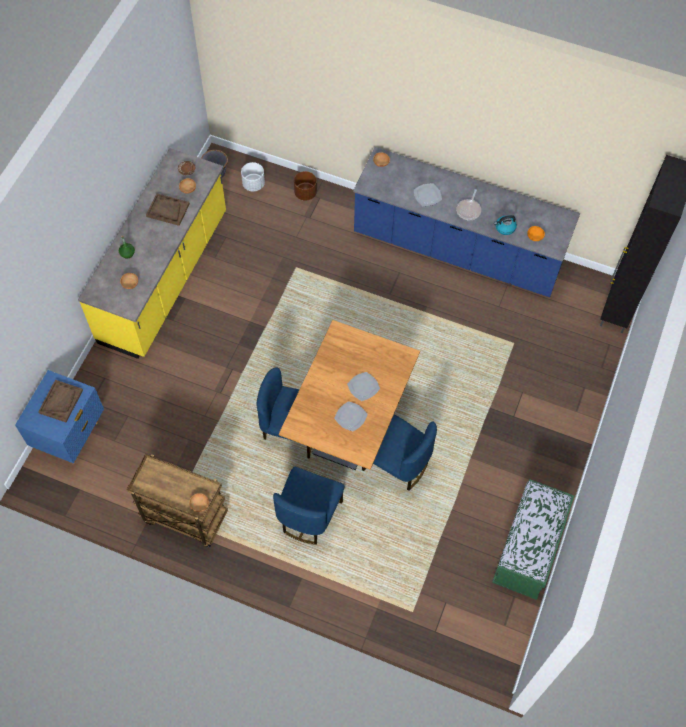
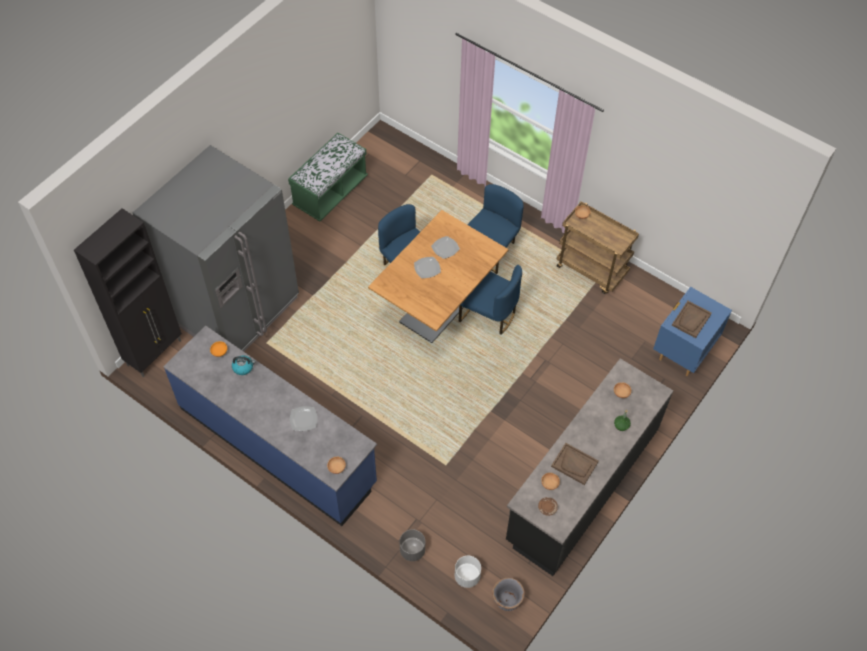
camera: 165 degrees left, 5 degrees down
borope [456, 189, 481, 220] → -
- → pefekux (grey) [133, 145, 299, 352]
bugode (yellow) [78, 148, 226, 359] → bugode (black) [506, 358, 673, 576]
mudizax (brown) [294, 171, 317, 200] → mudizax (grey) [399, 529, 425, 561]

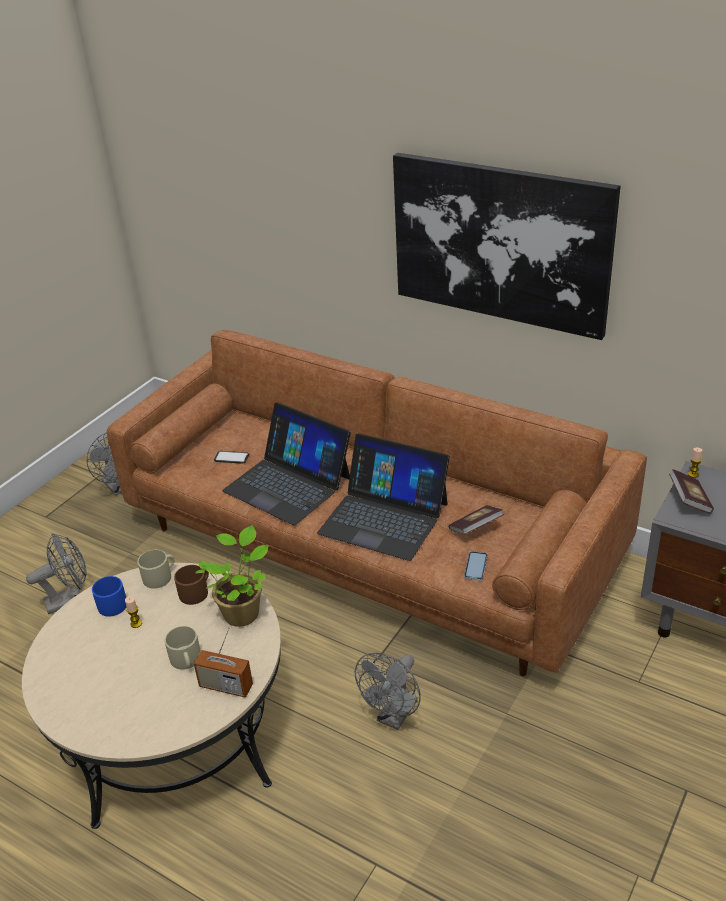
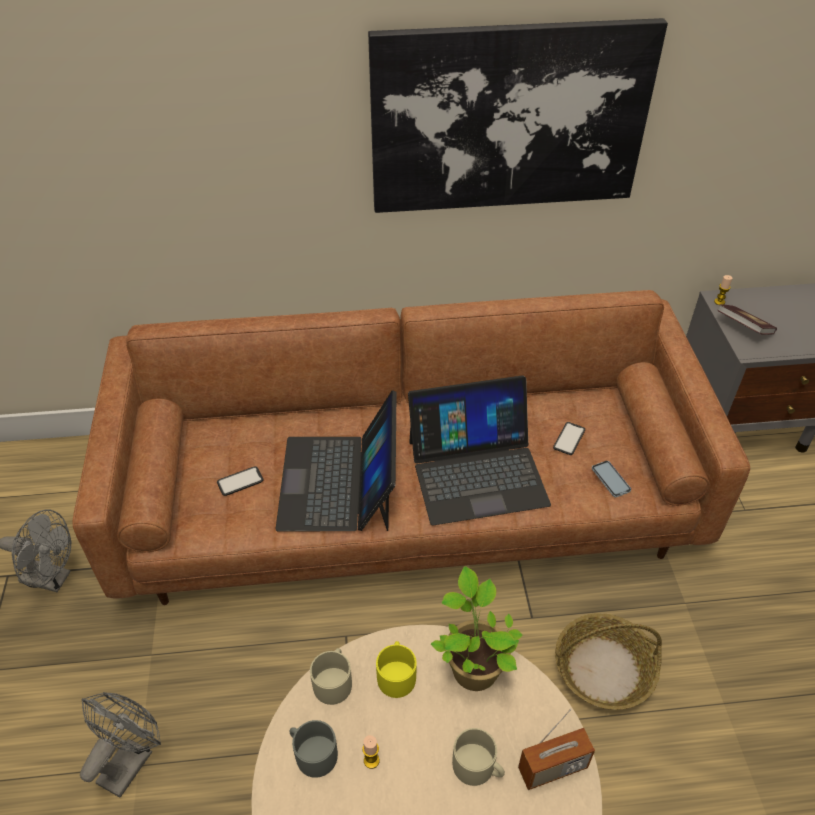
camera: 40 degrees left, 10 degrees up
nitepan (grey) [355, 653, 421, 730] → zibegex [555, 613, 662, 710]
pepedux [448, 505, 504, 535] → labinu [553, 422, 585, 455]
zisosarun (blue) [92, 576, 127, 617] → zisosarun (grey) [289, 720, 338, 778]
zisosarun (brown) [174, 565, 209, 605] → zisosarun (yellow) [376, 641, 417, 698]
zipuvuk [222, 402, 351, 526] → zipuvuk [276, 390, 397, 531], 90 degrees clockwise

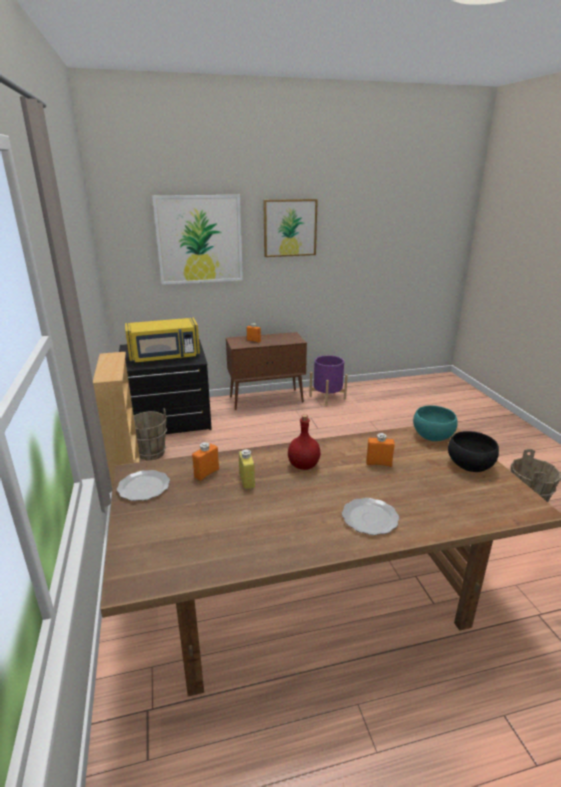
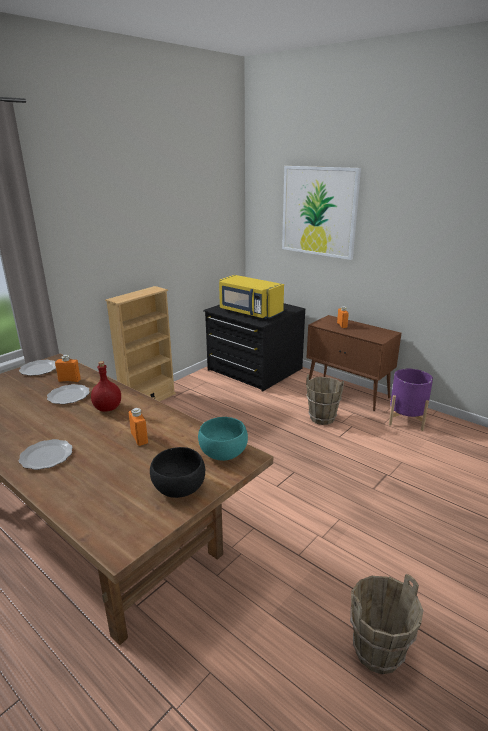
camera: 55 degrees right, 0 degrees up
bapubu [263, 199, 318, 257] → -
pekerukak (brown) [134, 408, 167, 461] → pekerukak (brown) [306, 374, 344, 425], moved
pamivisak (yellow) [239, 449, 255, 489] → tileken [47, 384, 90, 404]

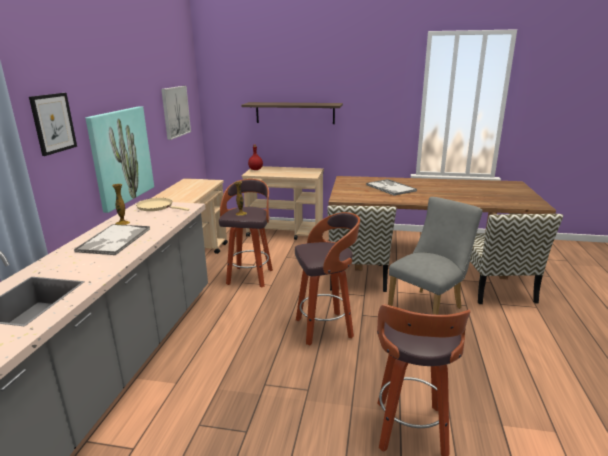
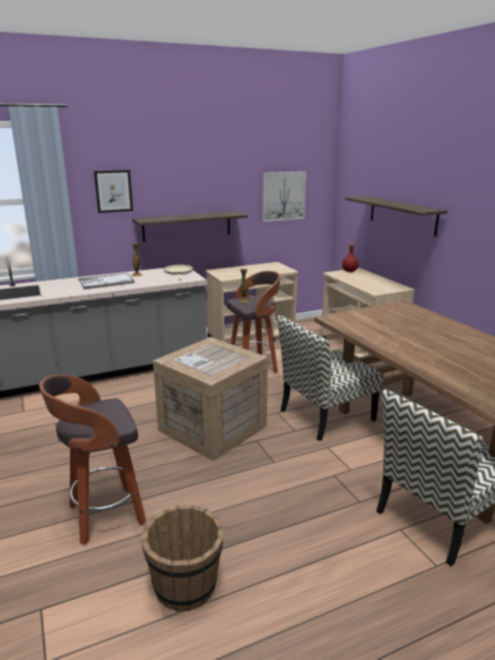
camera: 55 degrees right, 0 degrees up
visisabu [366, 179, 417, 196] → -
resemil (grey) [388, 197, 483, 315] → -
- → pekerukak (brown) [141, 505, 223, 612]
bapubu [85, 106, 154, 213] → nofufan [132, 211, 248, 242]
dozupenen [295, 212, 360, 345] → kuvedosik [153, 337, 268, 461]

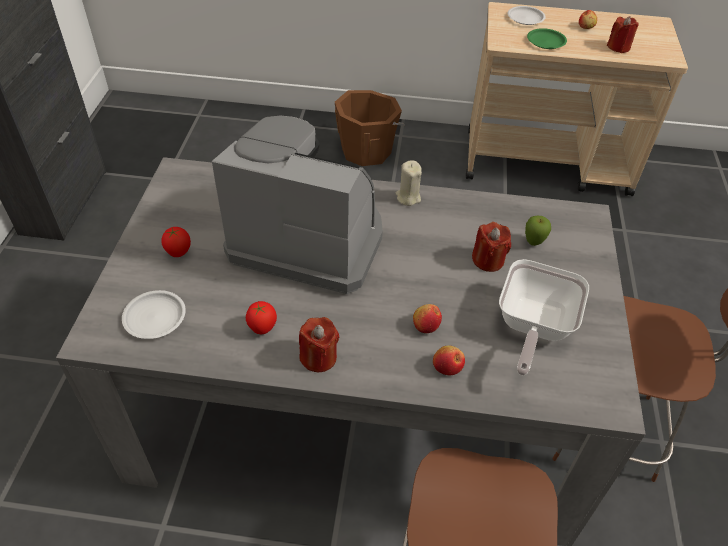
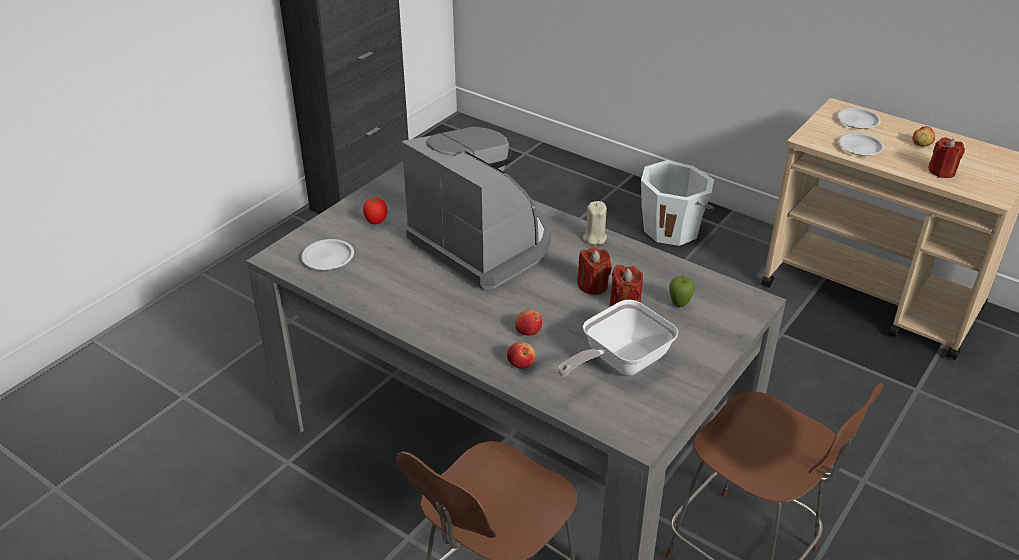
camera: 30 degrees right, 10 degrees down
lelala [246, 301, 277, 334] → -
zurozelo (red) [299, 317, 339, 372] → zurozelo (red) [577, 247, 612, 294], moved
pekerukak (brown) [335, 90, 405, 166] → pekerukak (white) [641, 160, 714, 246]
tileken (green) [527, 28, 567, 49] → tileken (white) [838, 133, 884, 156]

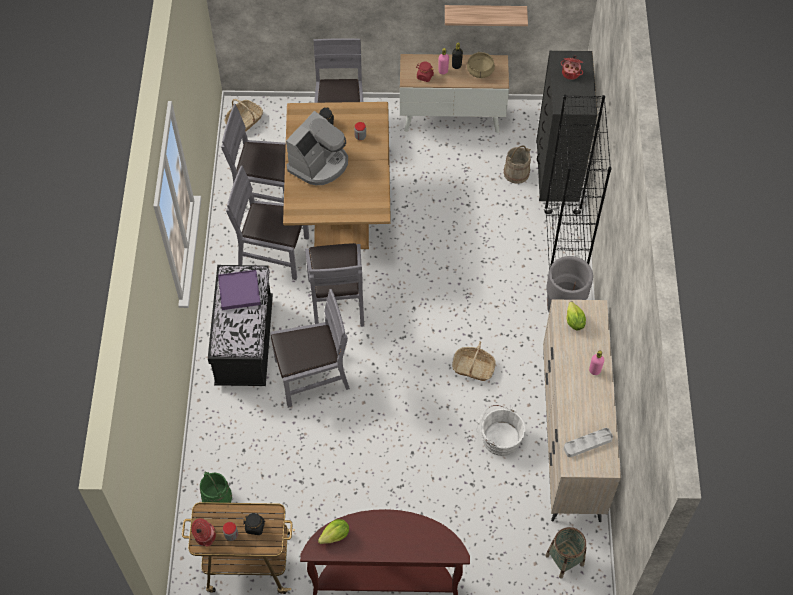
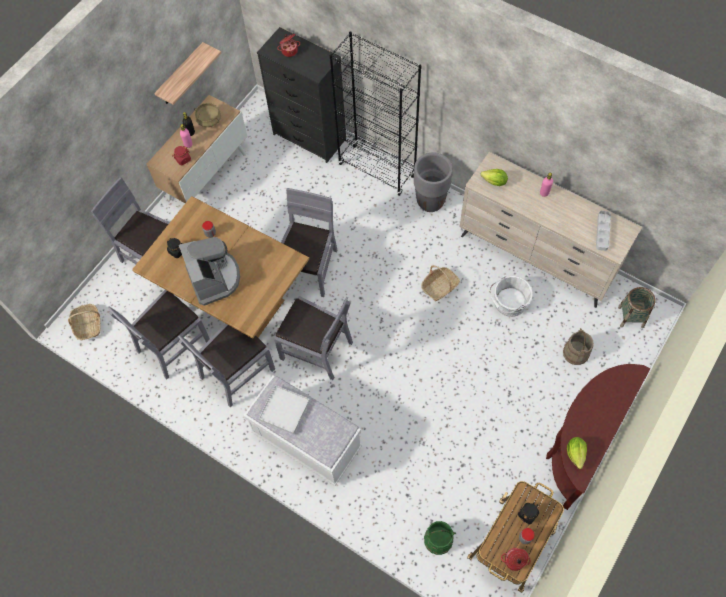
camera: 55 degrees left, 5 degrees up
resemil (grey) [270, 289, 350, 408] → resemil (grey) [281, 188, 337, 297], moved
pekerukak (beige) [504, 146, 531, 184] → pekerukak (beige) [563, 328, 594, 365], moved
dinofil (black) [208, 265, 273, 386] → dinofil (white) [243, 375, 362, 486]
visisabu (purple) [218, 270, 261, 310] → visisabu (white) [259, 385, 310, 434]

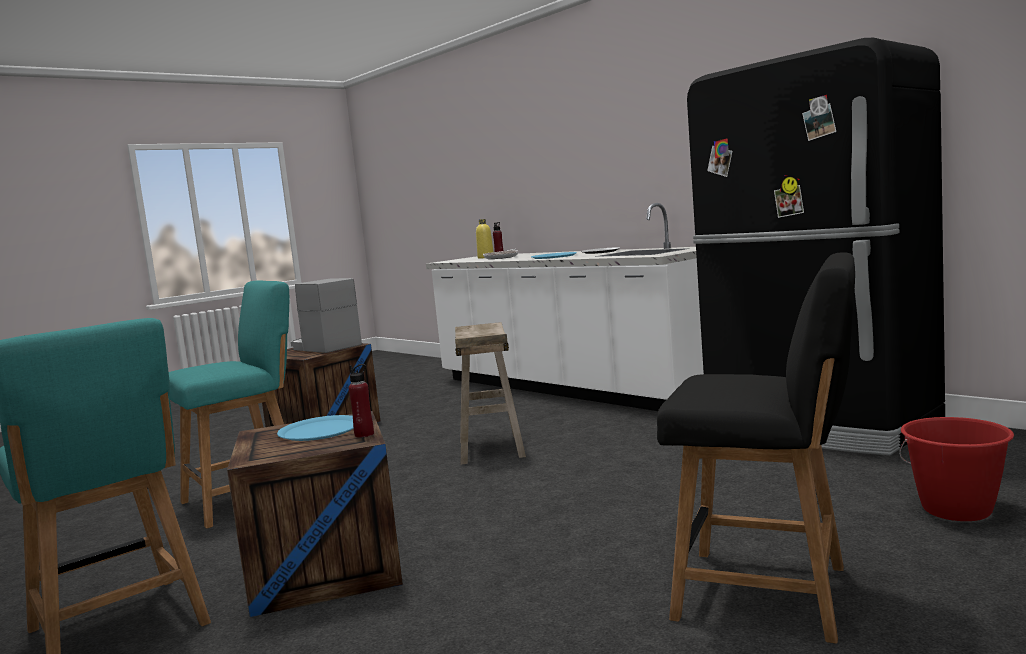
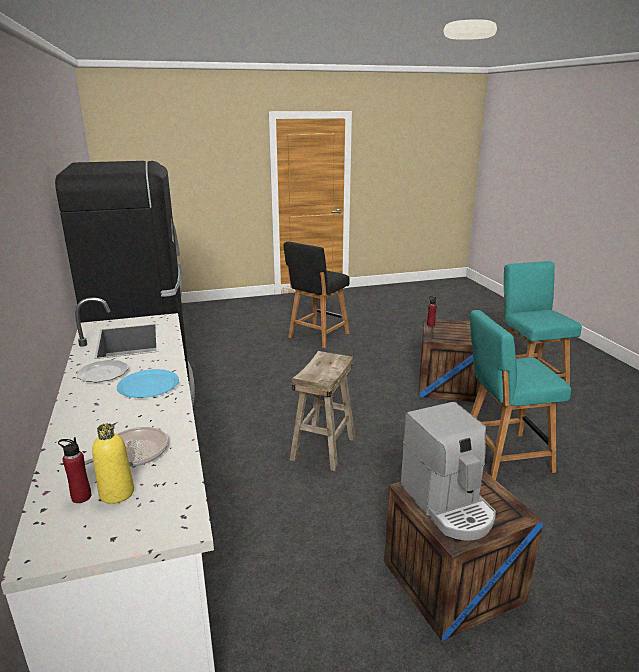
camera: 155 degrees left, 15 degrees up
tileken (blue) [277, 415, 353, 441] → -
pekerukak (red) [899, 417, 1014, 521] → -
resemil (black) [657, 252, 855, 644] → resemil (black) [284, 242, 350, 348], 105 degrees counterclockwise

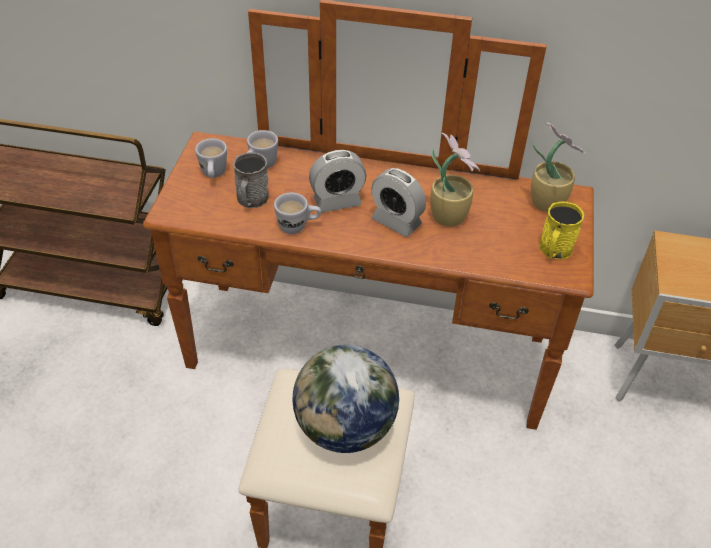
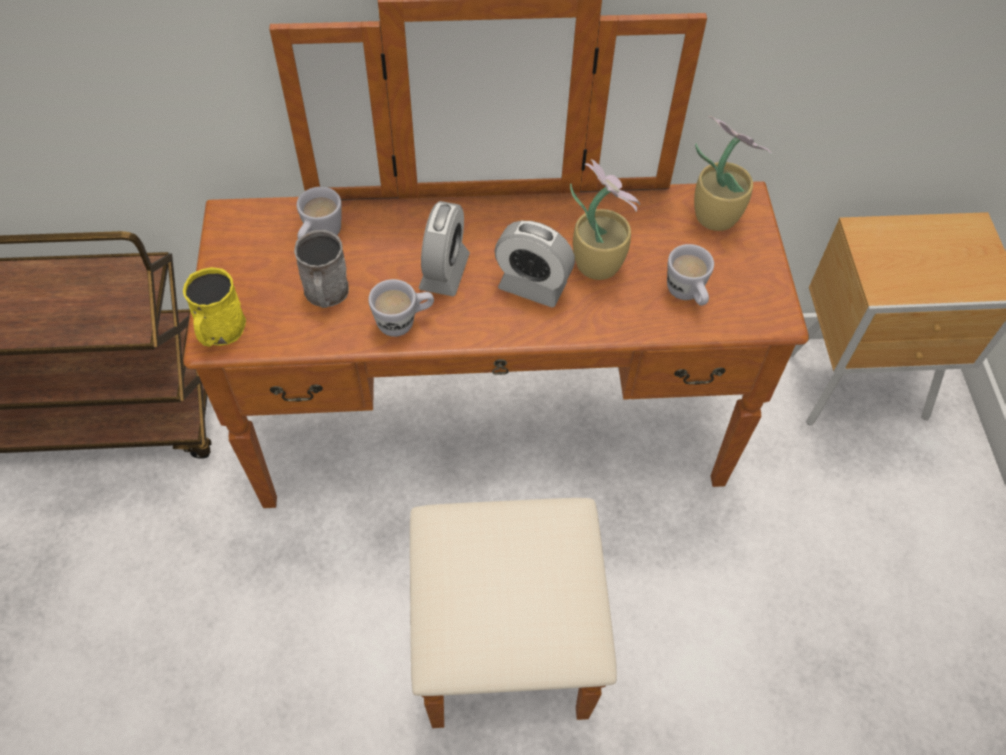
camera: 15 degrees left, 10 degrees up
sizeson [293, 345, 399, 453] → -
zisosarun (white) [195, 138, 227, 178] → zisosarun (white) [667, 244, 714, 306], moved
zisosarun (yellow) [539, 202, 584, 260] → zisosarun (yellow) [183, 267, 246, 347], moved
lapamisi [309, 150, 366, 213] → lapamisi [419, 201, 470, 296], 45 degrees counterclockwise

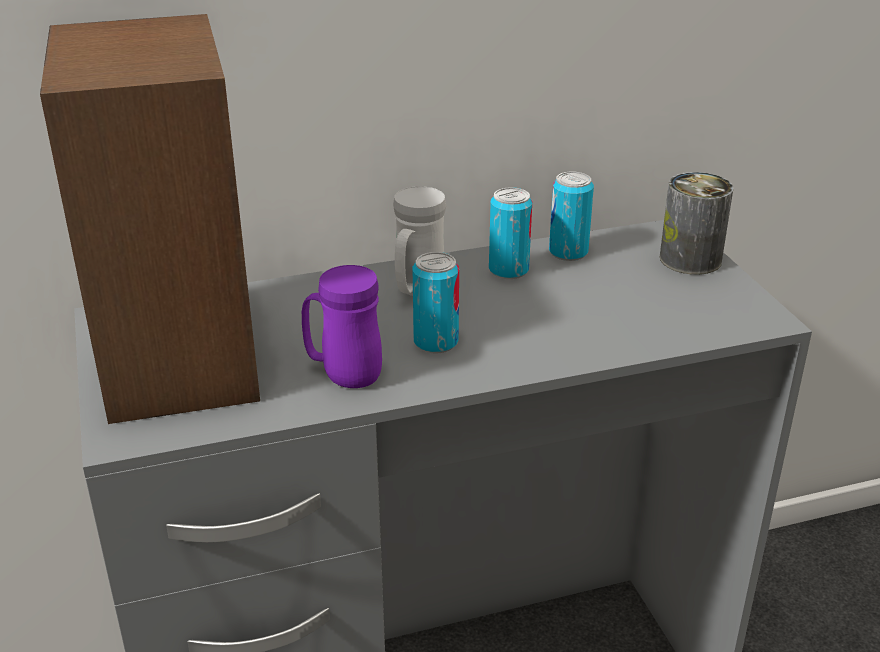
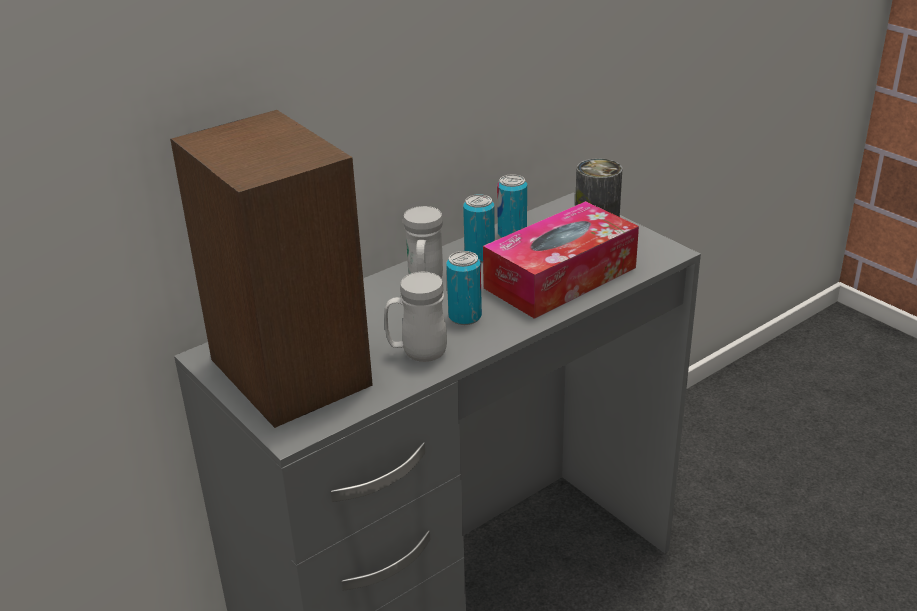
camera: 20 degrees left, 0 degrees up
- → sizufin [483, 201, 639, 319]
zisosarun (purple) [302, 265, 382, 388] → zisosarun (white) [384, 272, 447, 362]

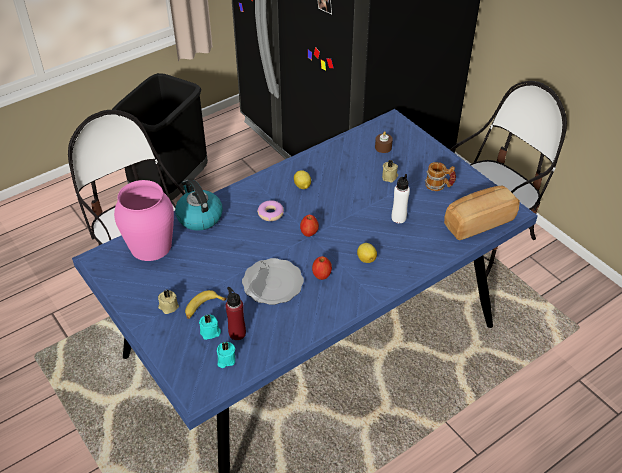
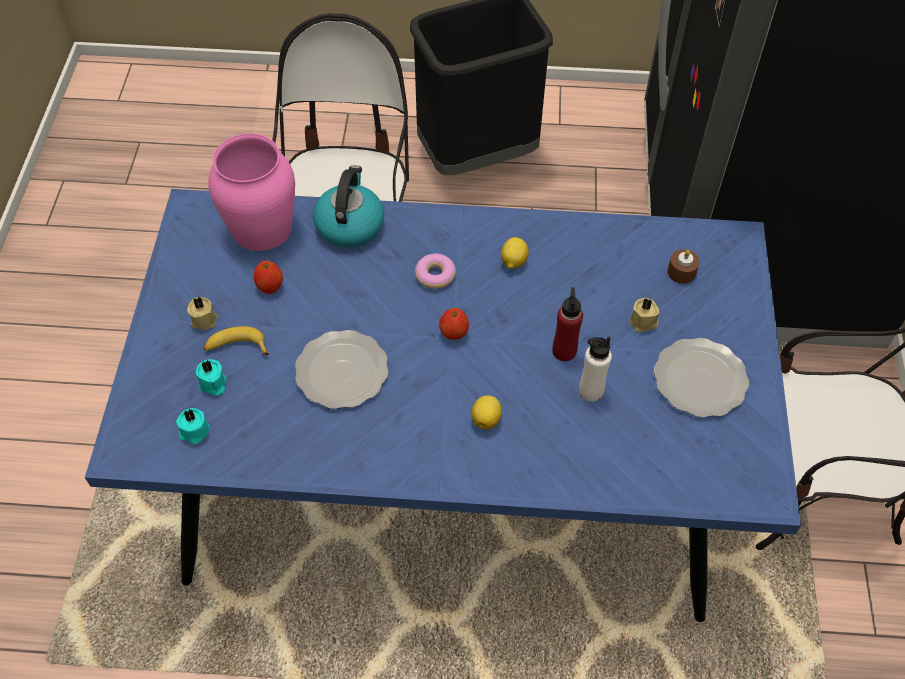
camera: 40 degrees right, 10 degrees up
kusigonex [444, 186, 520, 240] → -
pamivisak (red) [225, 287, 246, 340] → pamivisak (red) [552, 287, 583, 361], moved
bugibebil [312, 256, 332, 280] → bugibebil [254, 260, 283, 294], moved
zisosarun [425, 162, 456, 191] → tileken [654, 338, 749, 417]

